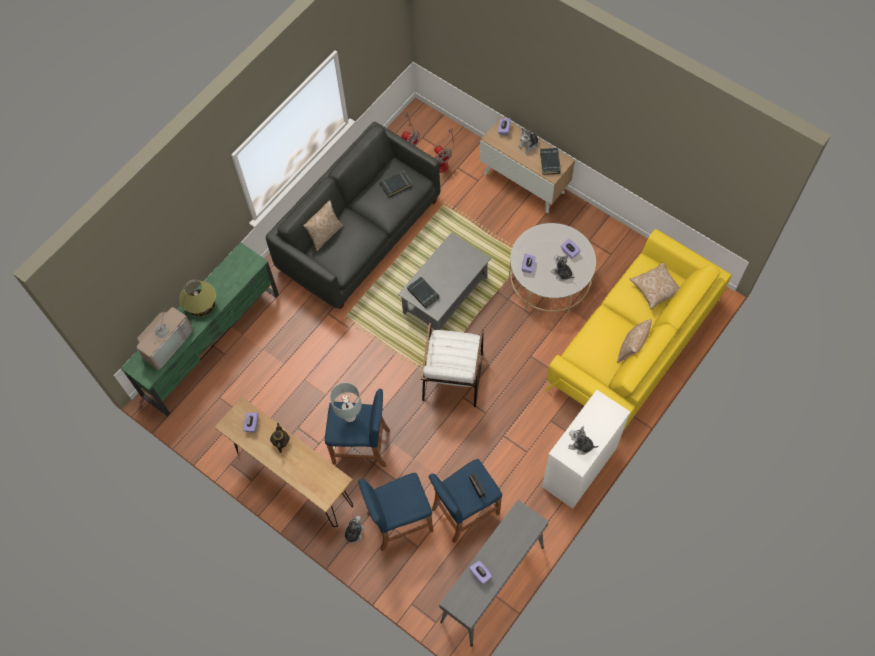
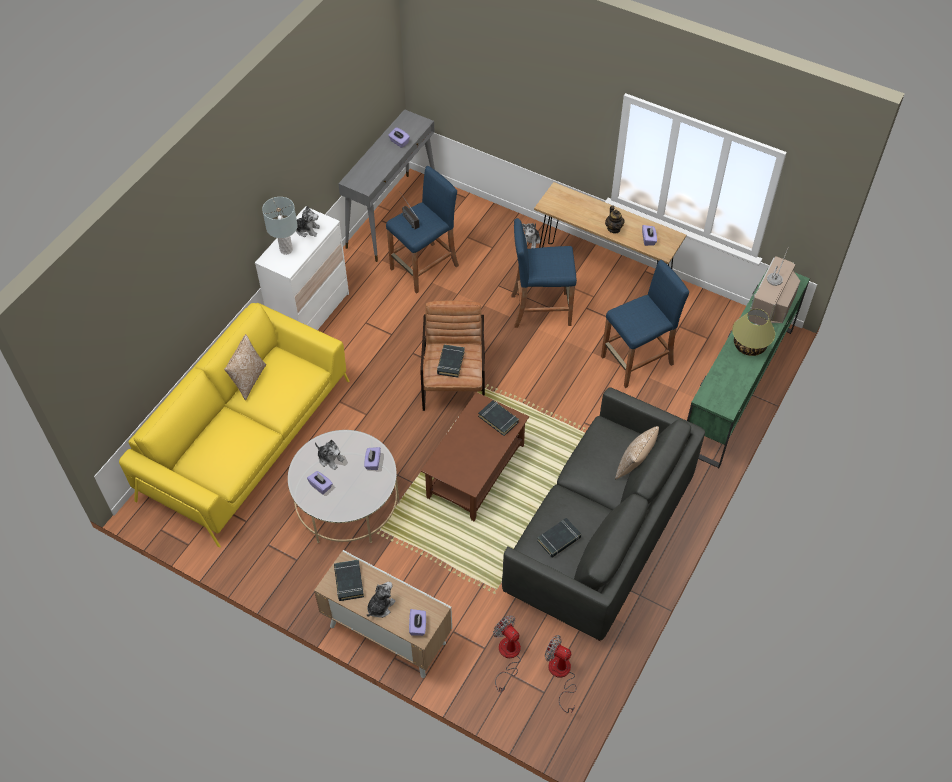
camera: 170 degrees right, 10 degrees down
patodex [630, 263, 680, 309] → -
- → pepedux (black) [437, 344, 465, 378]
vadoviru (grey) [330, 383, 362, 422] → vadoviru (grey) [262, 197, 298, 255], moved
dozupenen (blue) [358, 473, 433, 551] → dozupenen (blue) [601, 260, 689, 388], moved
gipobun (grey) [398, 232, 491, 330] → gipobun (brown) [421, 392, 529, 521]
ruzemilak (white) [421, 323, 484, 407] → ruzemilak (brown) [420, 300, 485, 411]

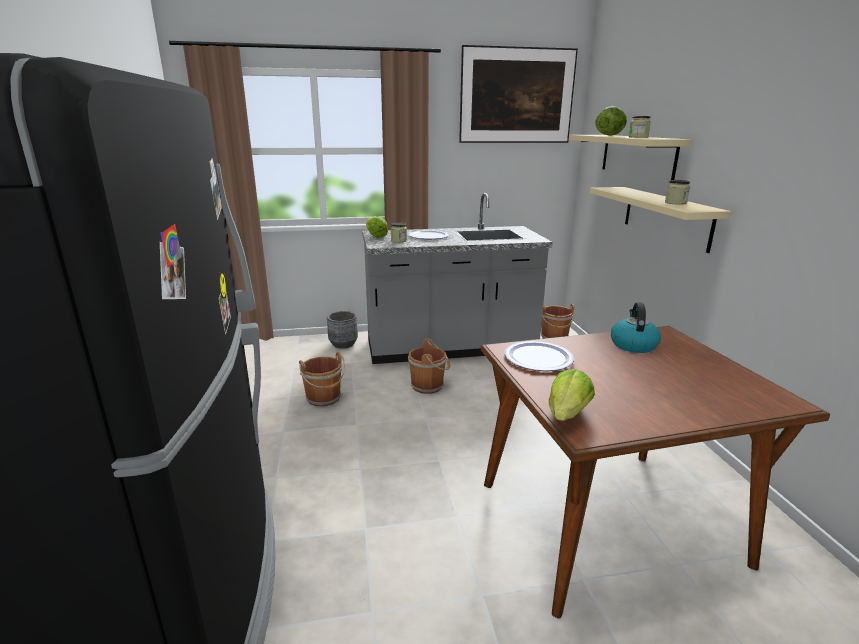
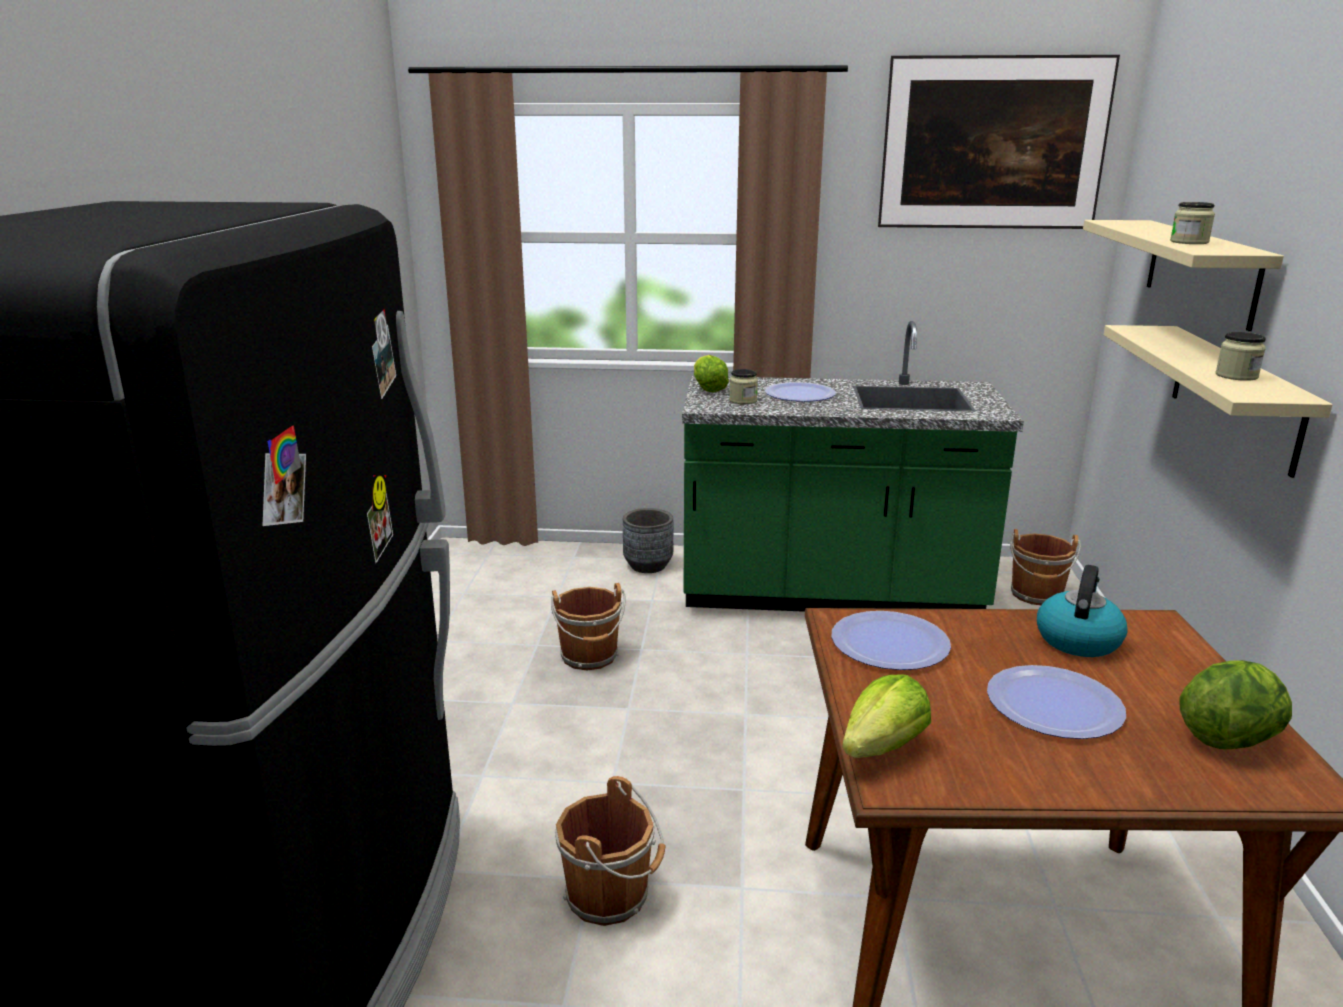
camera: 15 degrees right, 0 degrees up
- → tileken [987, 665, 1126, 739]
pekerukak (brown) [408, 339, 450, 394] → pekerukak (brown) [555, 776, 666, 926], moved
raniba [595, 106, 627, 136] → raniba [1179, 660, 1292, 749], moved
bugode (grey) [362, 193, 553, 364] → bugode (green) [682, 321, 1024, 612]

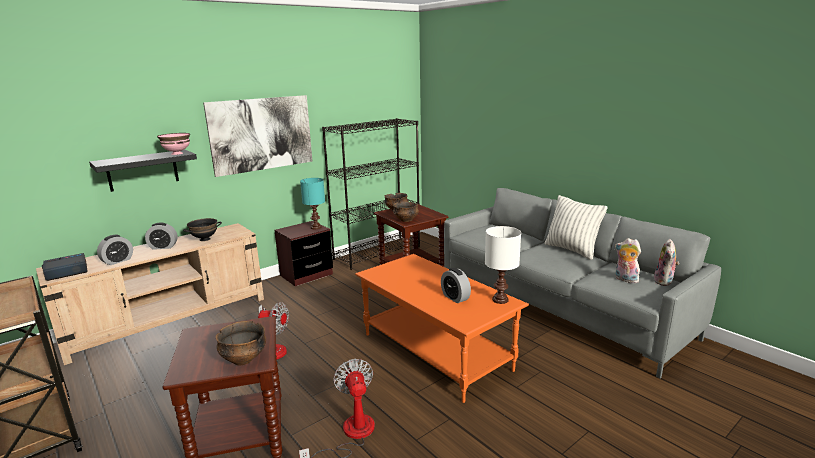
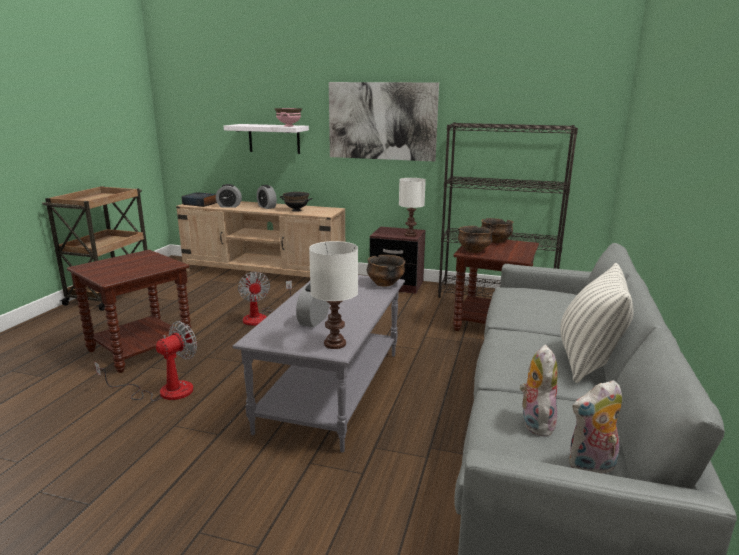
camera: 55 degrees right, 0 degrees up
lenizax [216, 321, 266, 366] → lenizax [367, 255, 405, 287], moved
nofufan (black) [89, 150, 197, 192] → nofufan (white) [224, 124, 309, 154]
vadoviru (turquoise) [300, 178, 325, 229] → vadoviru (white) [399, 178, 426, 237]
gipobun (orange) [355, 254, 529, 403] → gipobun (grey) [232, 275, 405, 453]

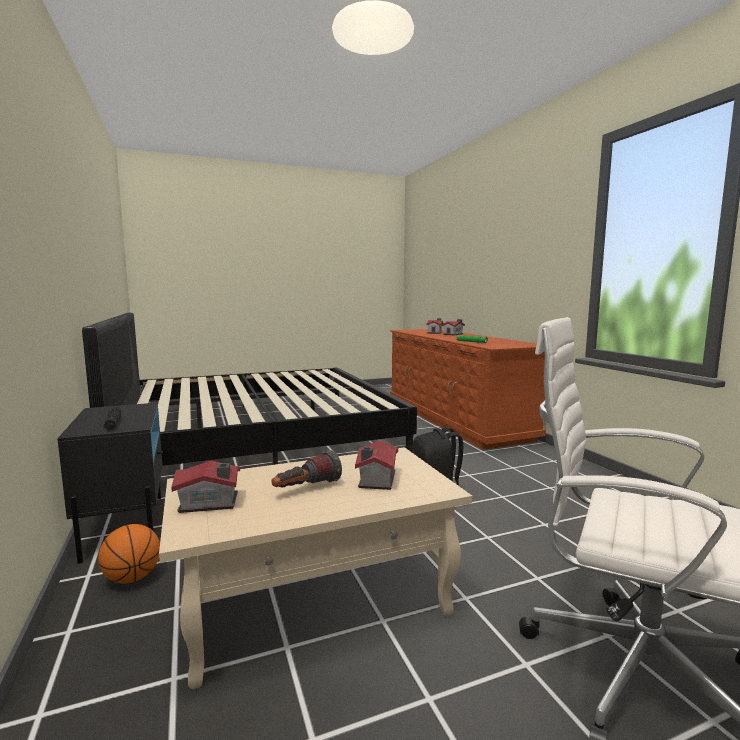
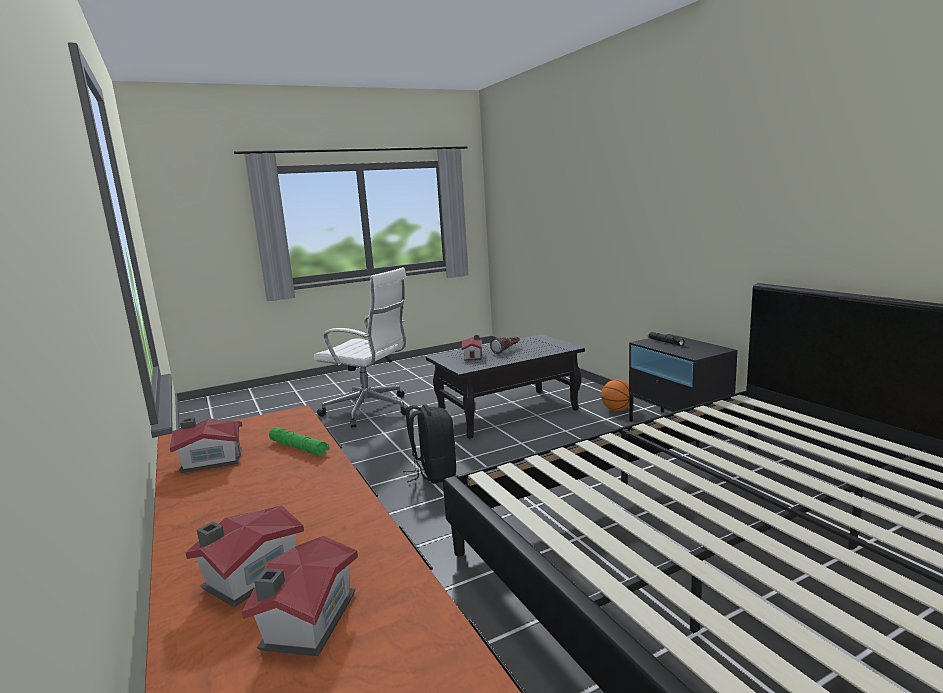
camera: 175 degrees right, 5 degrees up
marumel [171, 461, 240, 513] → marumel [170, 417, 243, 474], moved
gipobun (beige) [159, 447, 472, 689] → gipobun (black) [426, 334, 585, 439]

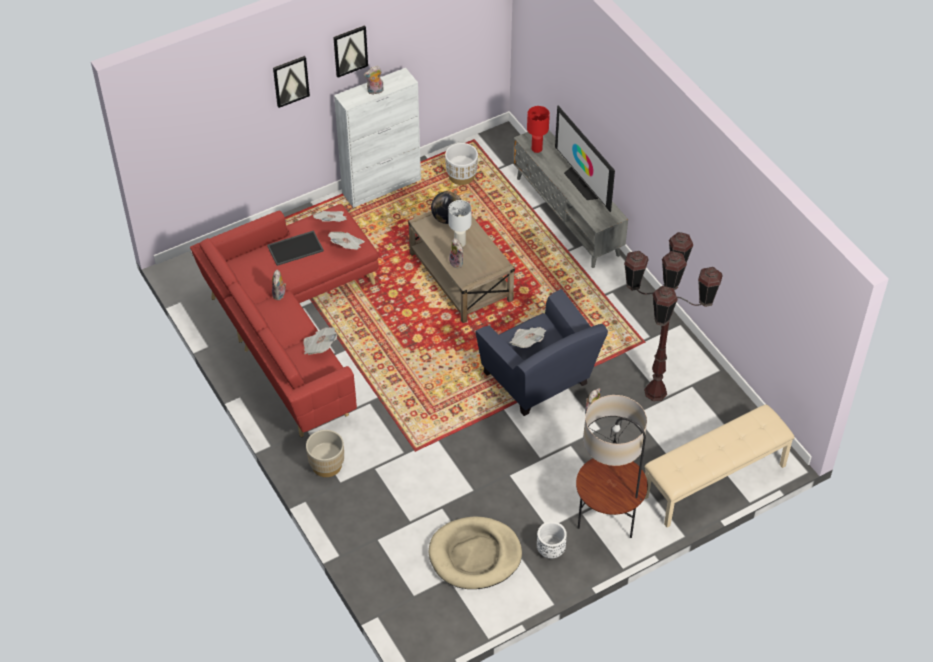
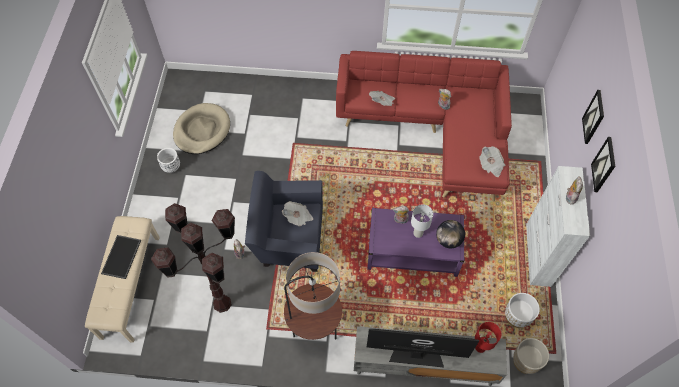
camera: 125 degrees right, 10 degrees up
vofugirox [328, 232, 365, 250] → -
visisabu [267, 230, 324, 266] → visisabu [101, 235, 141, 279], moved
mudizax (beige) [306, 430, 344, 477] → mudizax (beige) [513, 338, 549, 374], moved
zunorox [576, 395, 648, 538] → zunorox [284, 252, 342, 340], moved
gipobun (beige) [408, 211, 515, 323] → gipobun (purple) [367, 208, 465, 277]

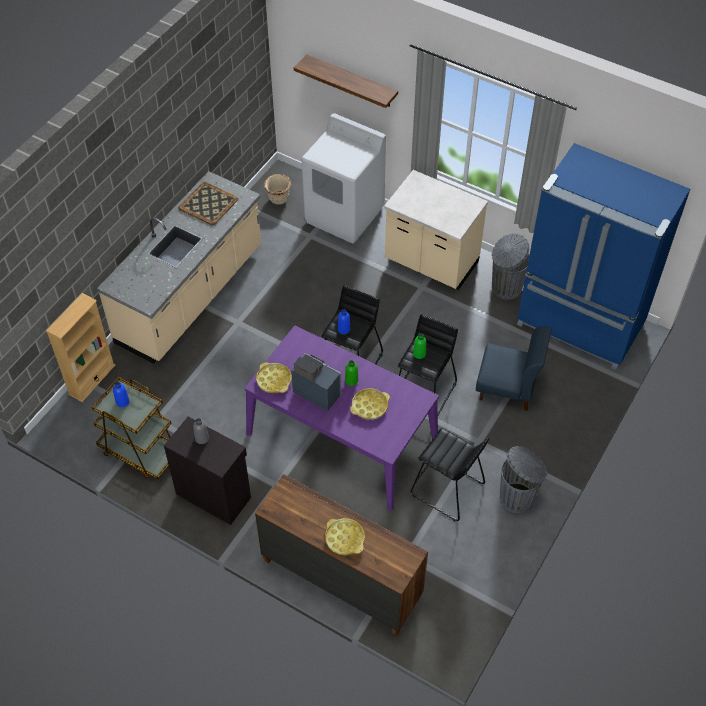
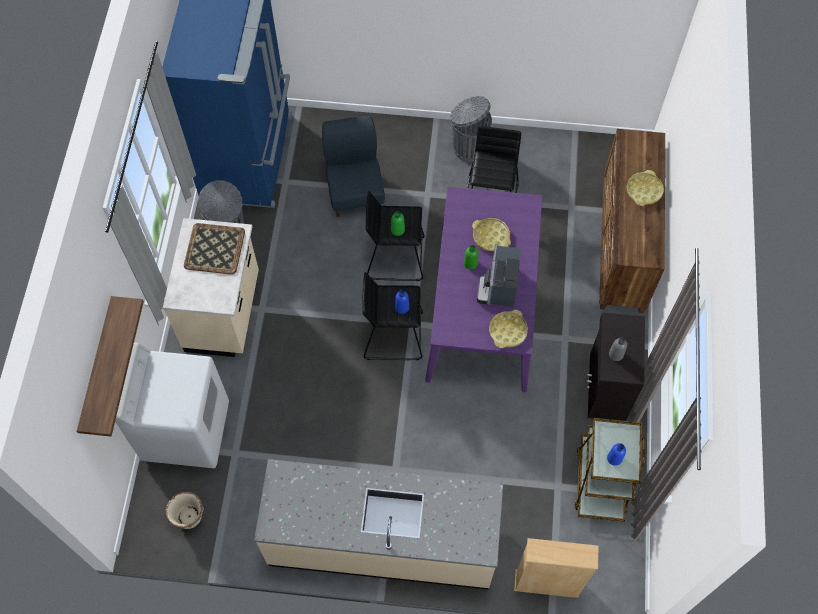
camera: 115 degrees left, 10 degrees up
visisabu [179, 182, 238, 225] → visisabu [184, 223, 245, 275], moved

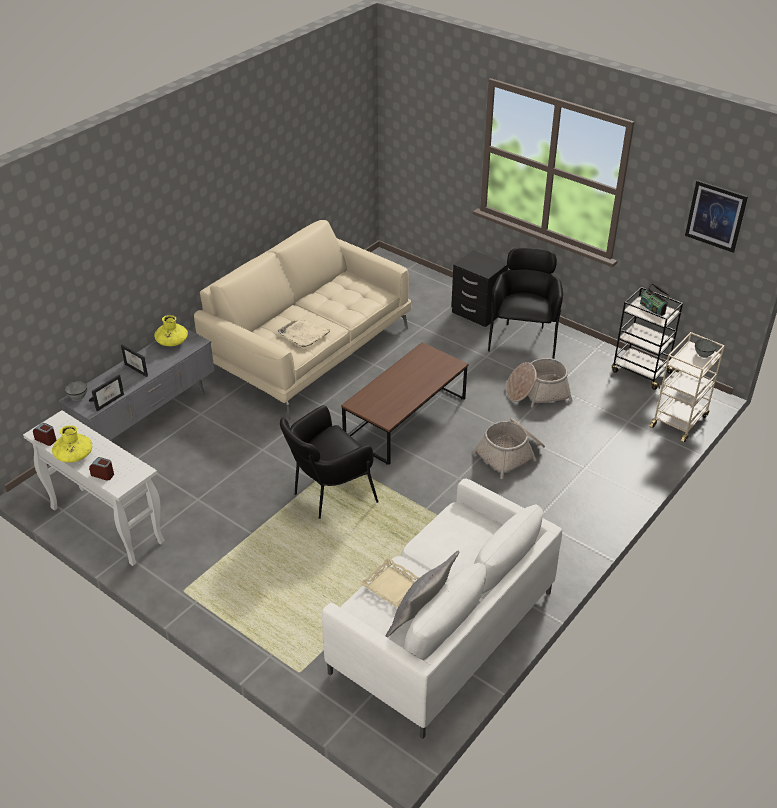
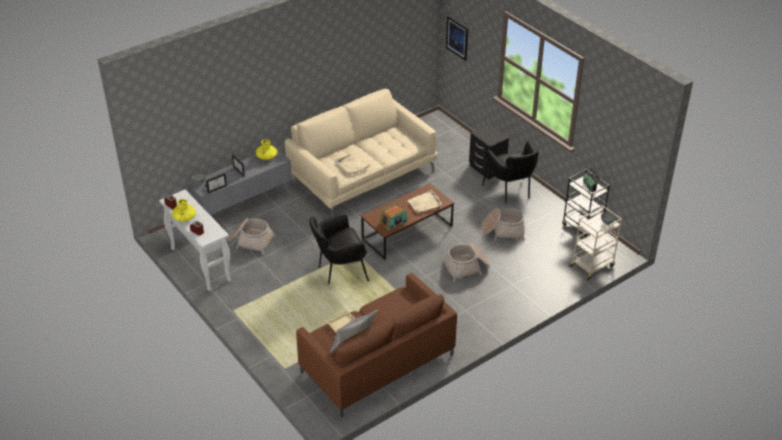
camera: 15 degrees right, 0 degrees up
- → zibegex [229, 218, 276, 255]
- → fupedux [379, 203, 408, 231]
- → visisabu (beige) [407, 190, 442, 213]
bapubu [685, 180, 748, 252] → bapubu [446, 16, 468, 61], moved
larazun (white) [322, 478, 562, 739] → larazun (brown) [296, 273, 457, 417]
ruzemilak (black) [488, 247, 563, 359] → ruzemilak (black) [482, 141, 539, 204], 135 degrees clockwise

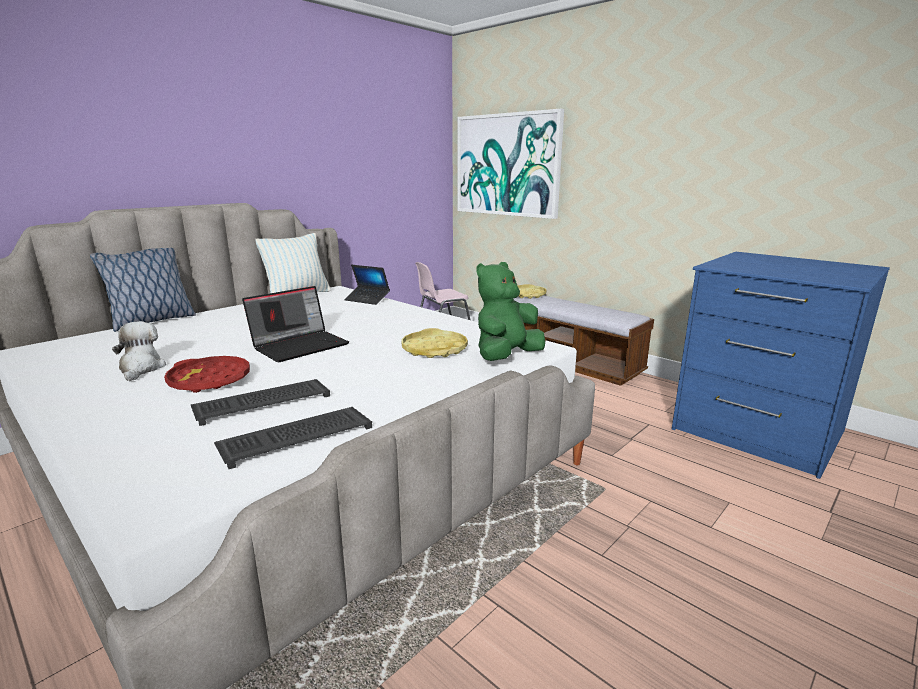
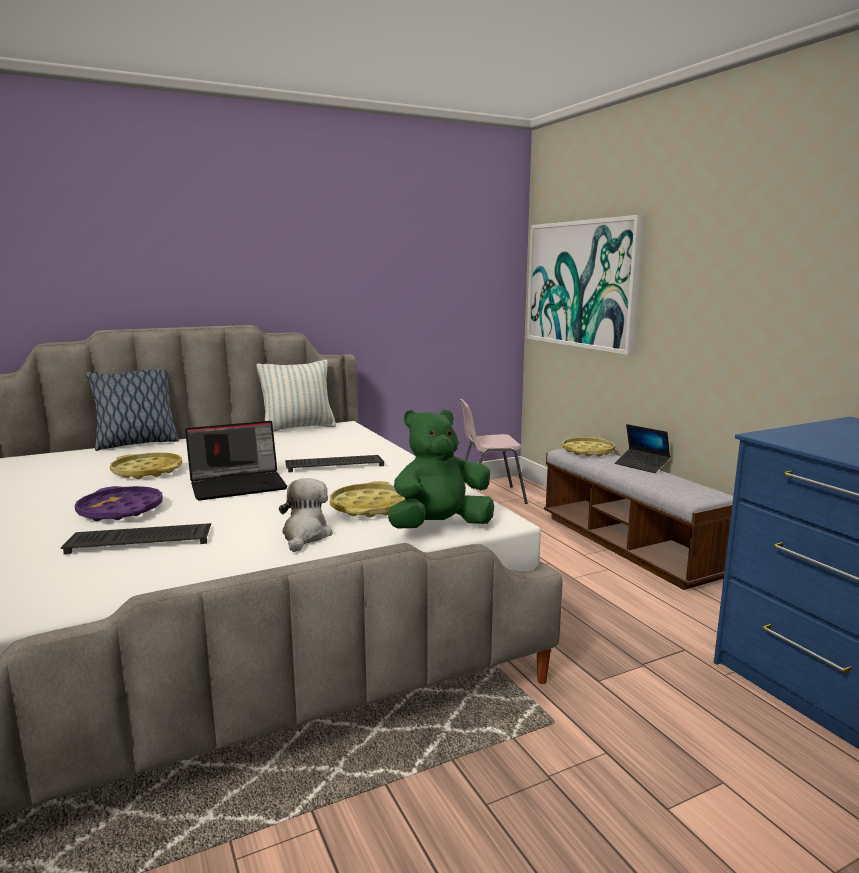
camera: 20 degrees right, 5 degrees down
- → visisabu (yellow) [110, 452, 182, 479]
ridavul [112, 321, 166, 381] → ridavul [279, 478, 333, 552], moved
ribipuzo [214, 407, 372, 469] → ribipuzo [285, 455, 384, 473], moved
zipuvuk [344, 265, 390, 305] → zipuvuk [615, 424, 670, 473], moved
visisabu (red) [164, 356, 250, 393] → visisabu (purple) [75, 486, 163, 521]

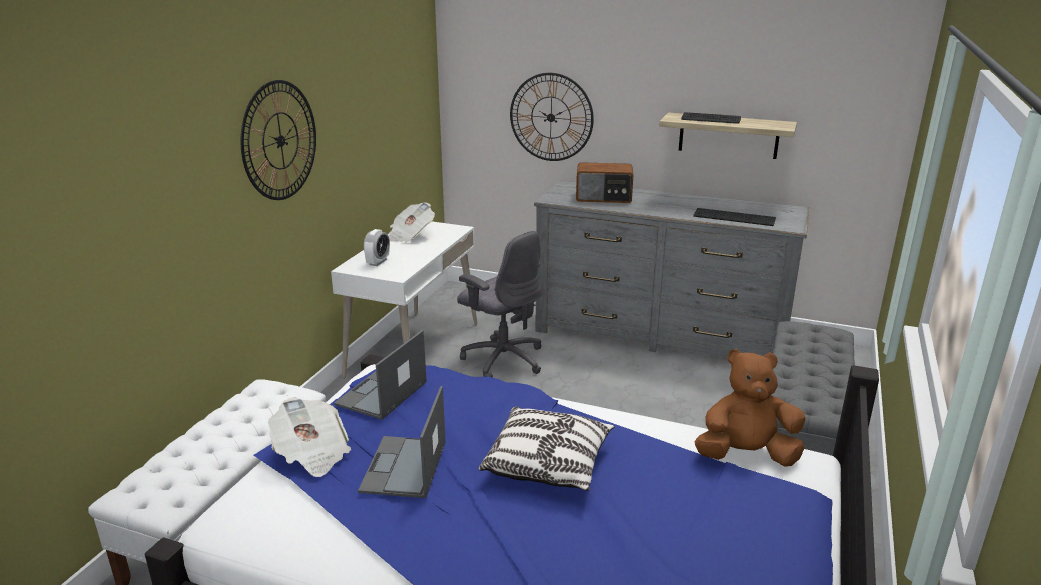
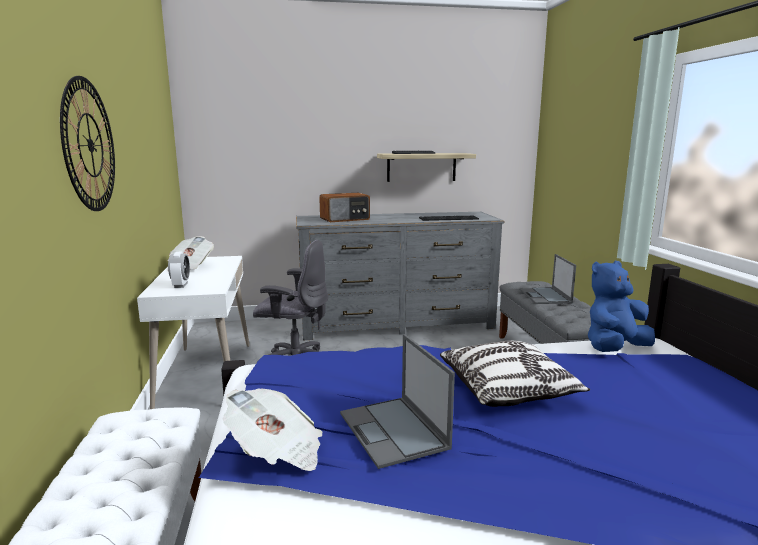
camera: 30 degrees left, 10 degrees down
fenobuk [510, 73, 594, 161] → -
zipuvuk [334, 330, 427, 420] → zipuvuk [519, 254, 576, 304], moved
ridavul (brown) [695, 349, 805, 467] → ridavul (blue) [588, 261, 655, 352]

